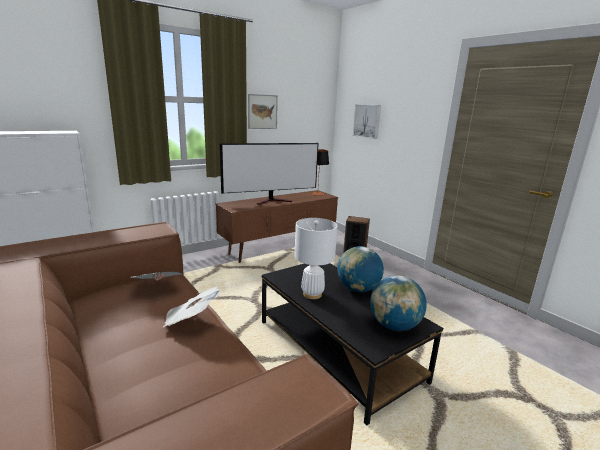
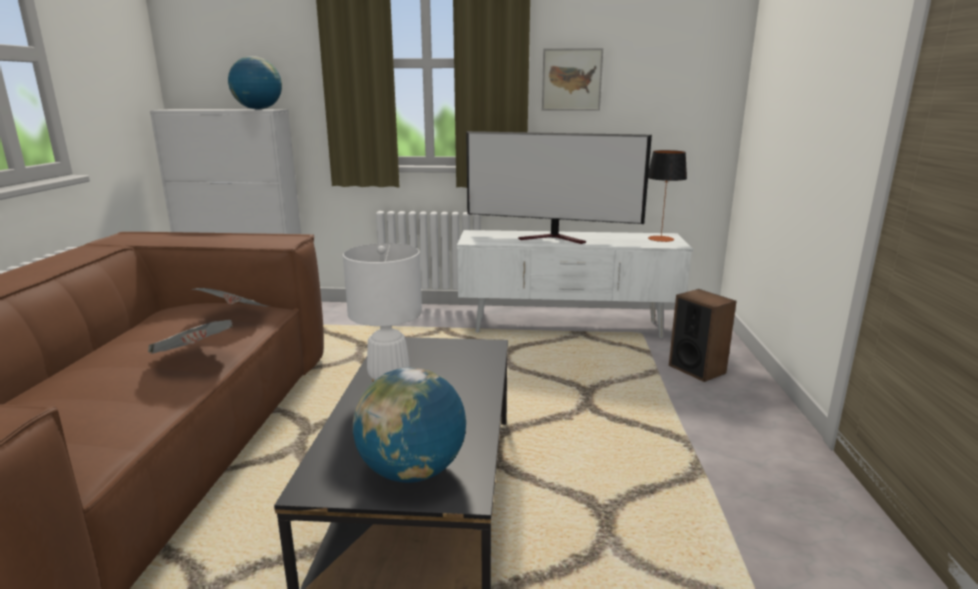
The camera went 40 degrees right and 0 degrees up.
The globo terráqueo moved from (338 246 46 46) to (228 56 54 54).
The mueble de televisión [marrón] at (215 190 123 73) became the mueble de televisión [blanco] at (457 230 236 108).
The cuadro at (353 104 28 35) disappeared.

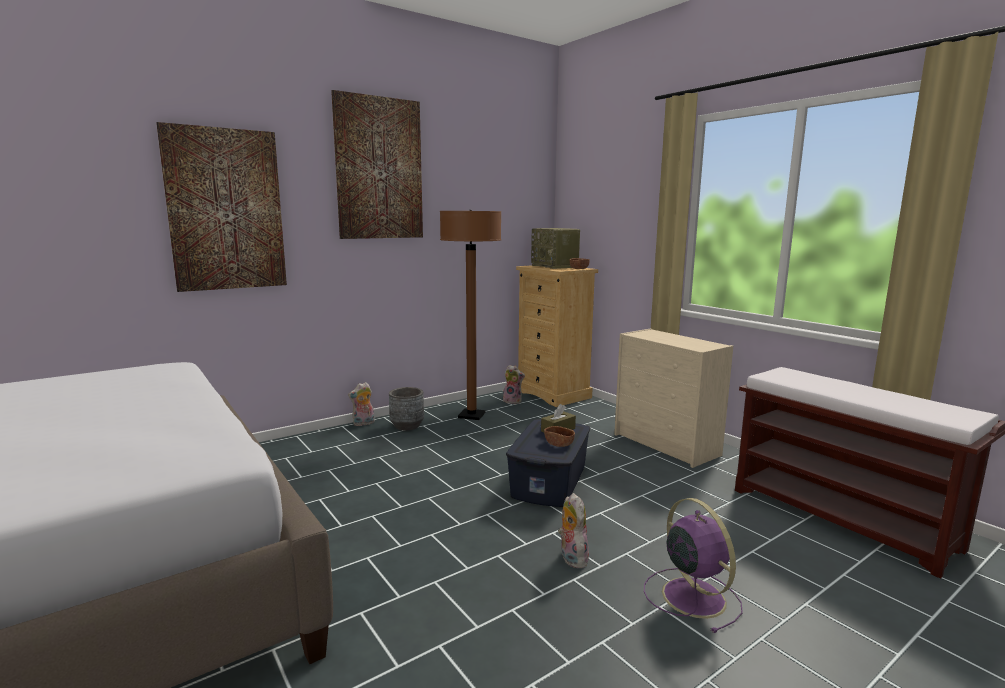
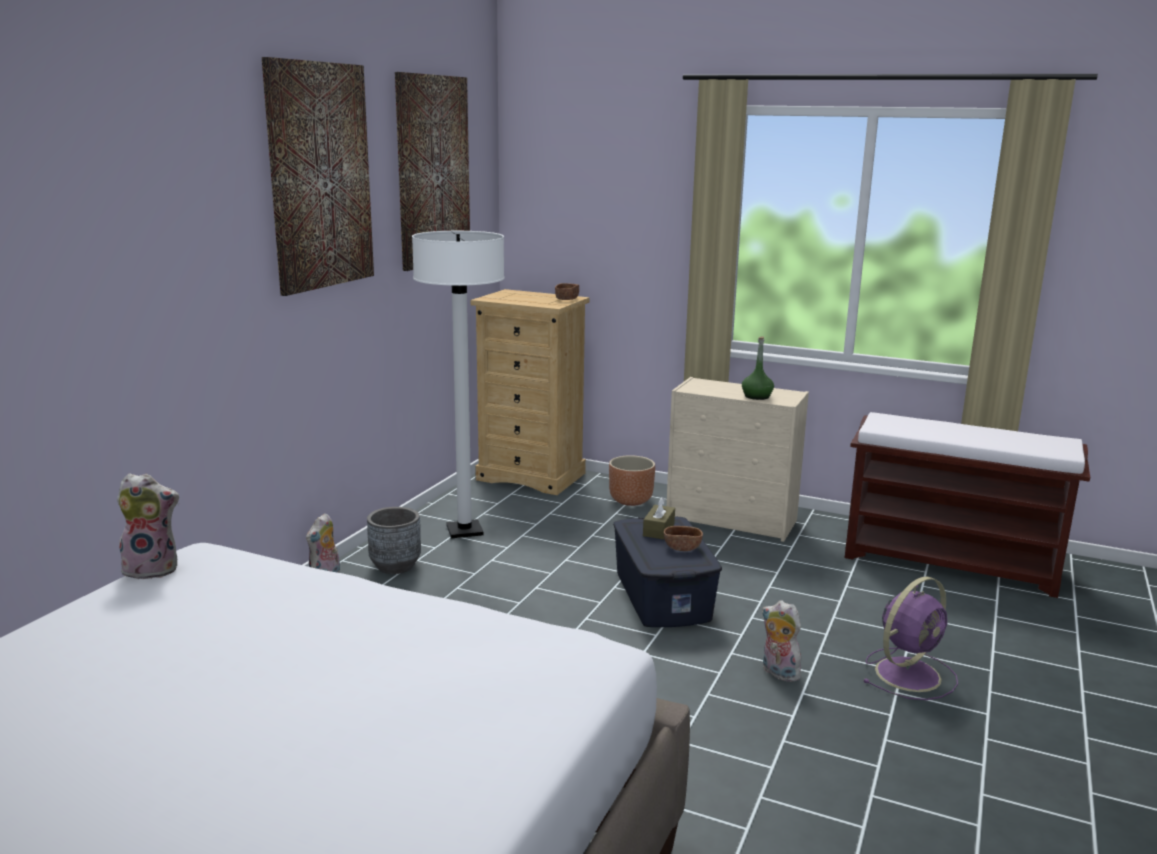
The camera went 30 degrees left and 5 degrees up.
The peluche moved from (503 365 22 39) to (117 473 62 107).
The cuadro moved from (156 122 131 170) to (395 72 75 199).
The lámpara de pie [marrón] at (440 210 61 210) became the lámpara de pie [blanco] at (412 231 93 307).
The maceta [marrón] at (609 455 46 51) appeared.
The botella [verde] at (742 336 32 64) appeared.
The ventilador [morado] at (644 498 99 135) turned 105 degrees clockwise.
The radio at (531 228 49 41) disappeared.

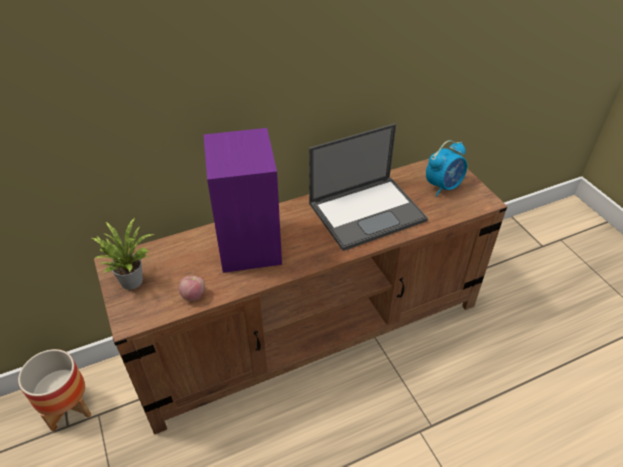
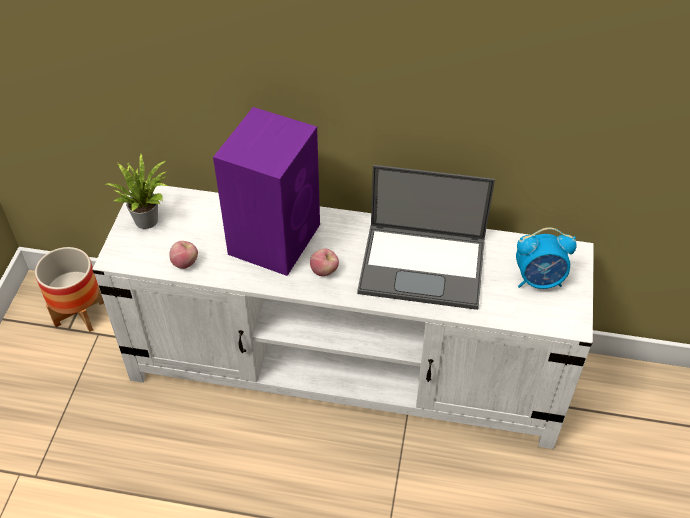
The camera went 35 degrees right and 5 degrees up.
The mueble de televisión [marrón] at (94 159 414 276) became the mueble de televisión [blanco] at (92 181 502 268).
The manzana at (310 248 29 28) appeared.

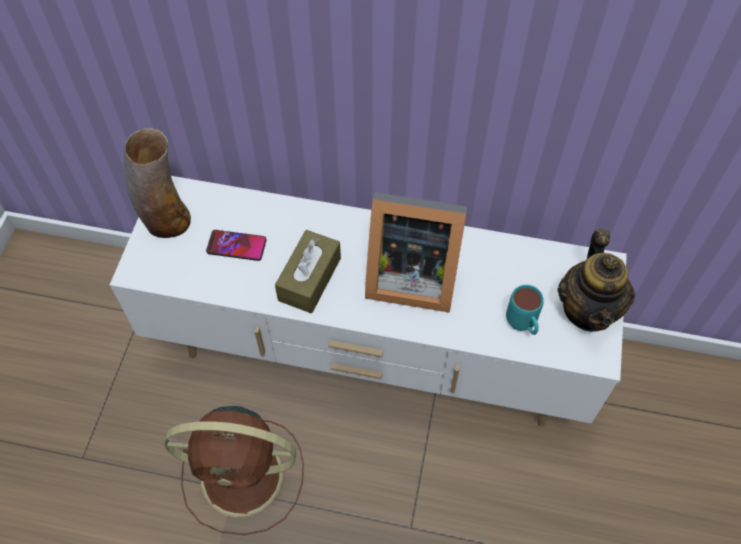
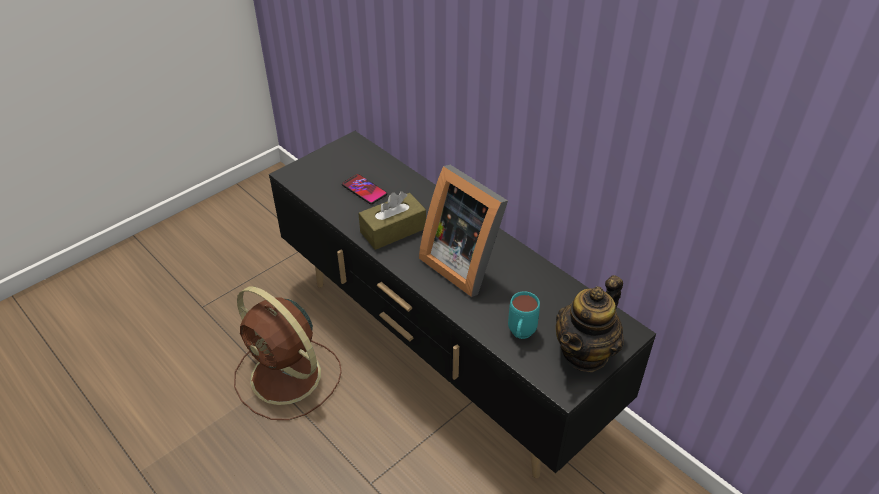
The camera went 35 degrees right and 15 degrees down.
The mueble de televisión [blanco] at (110 176 517 250) became the mueble de televisión [negro] at (269 131 387 347).
The florero at (124 128 67 110) disappeared.

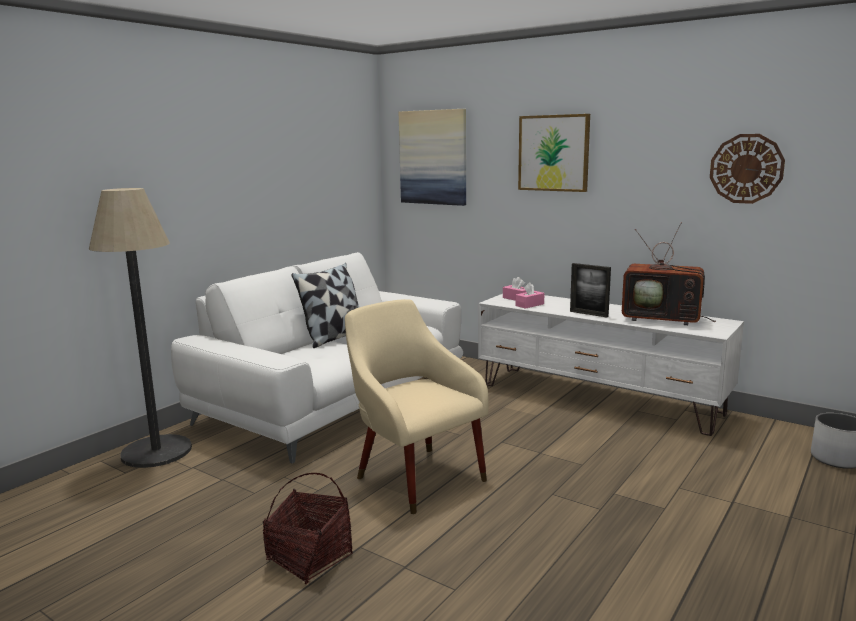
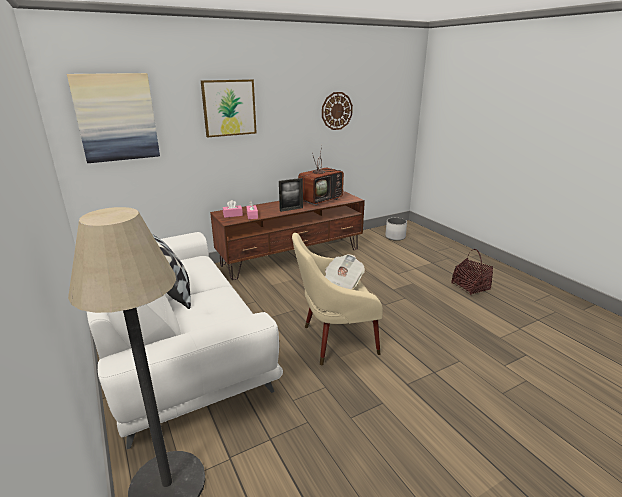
The camera went 65 degrees left and 10 degrees up.
The mueble de televisión [blanco] at (478 294 266 142) became the mueble de televisión [marrón] at (210 191 155 89).
The periódico at (325 254 40 35) appeared.
The cesta moved from (263 473 90 111) to (451 249 42 46).

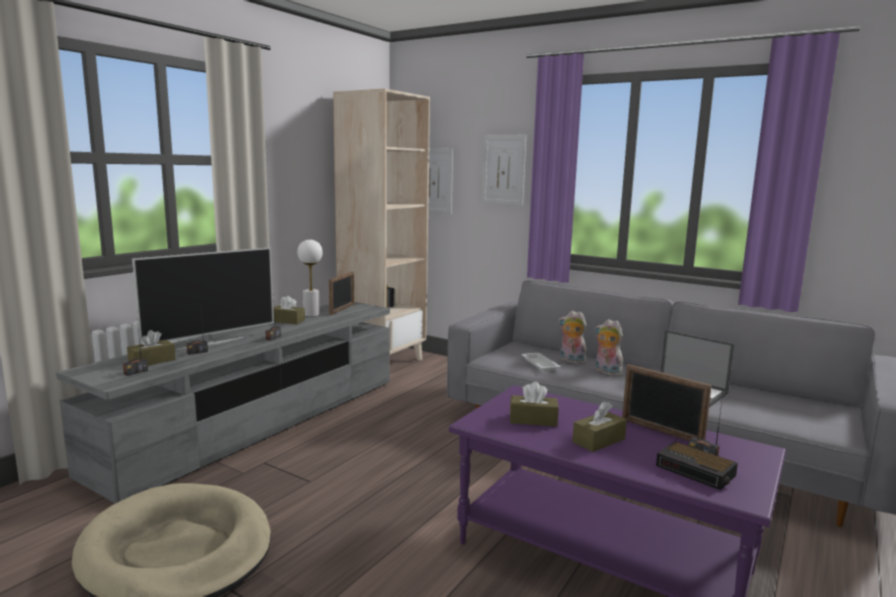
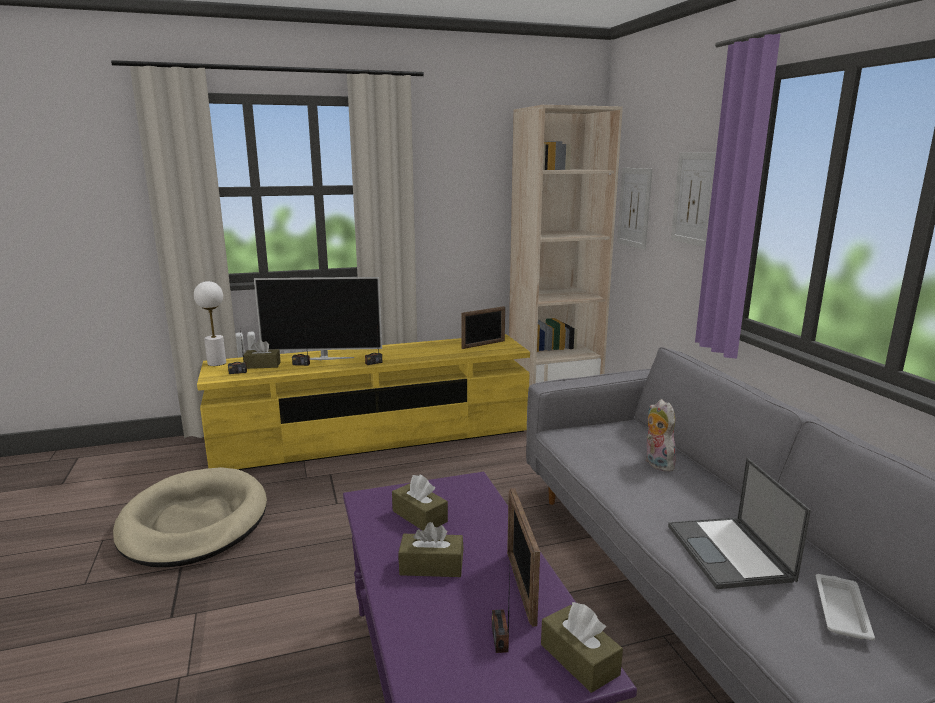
The camera went 40 degrees right and 5 degrees up.
The lámpara de mesa [blanco] moved from (297 239 26 78) to (194 281 32 85).
The mueble de televisión [gris] at (56 302 334 201) became the mueble de televisión [amarillo] at (197 334 333 136).
The caja de pañuelos [marrón] moved from (273 296 32 28) to (541 602 82 91).
The bandeja [blanco] moved from (522 353 39 18) to (816 574 59 66).
The peluche at (595 319 28 57) disappeared.
The despertador at (656 441 82 49) disappeared.

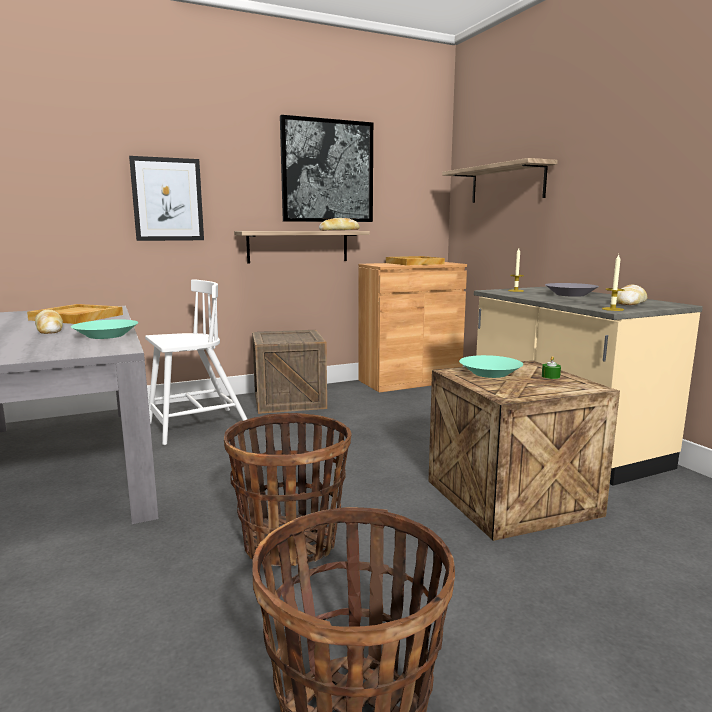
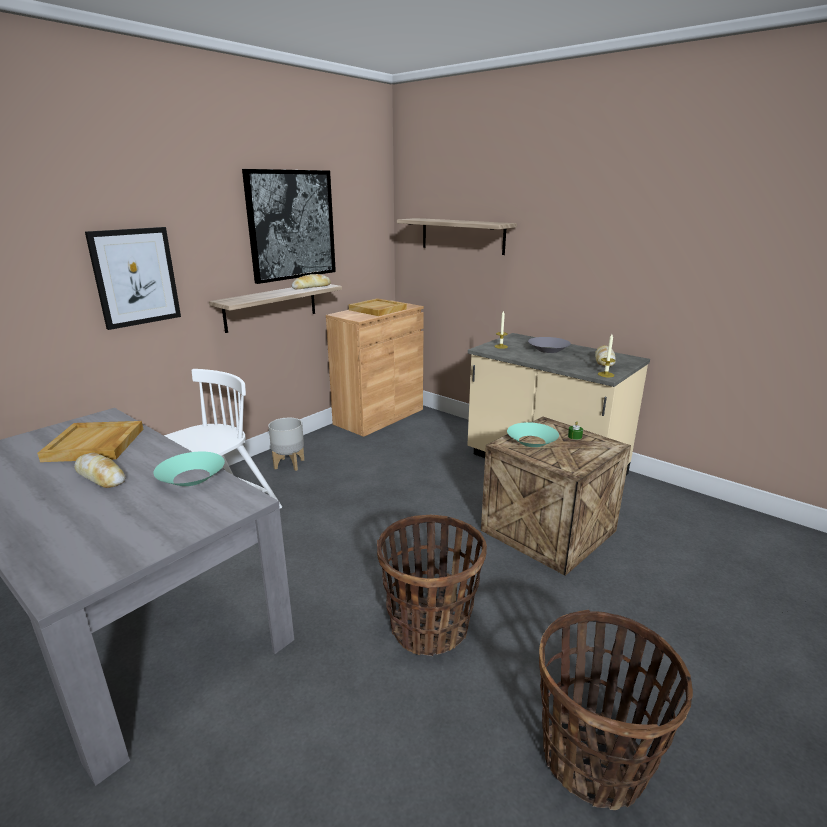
The camera went 25 degrees left and 10 degrees up.
The caja de embalaje at (252 330 75 84) was replaced by the maceta [gris] at (268 418 36 53).

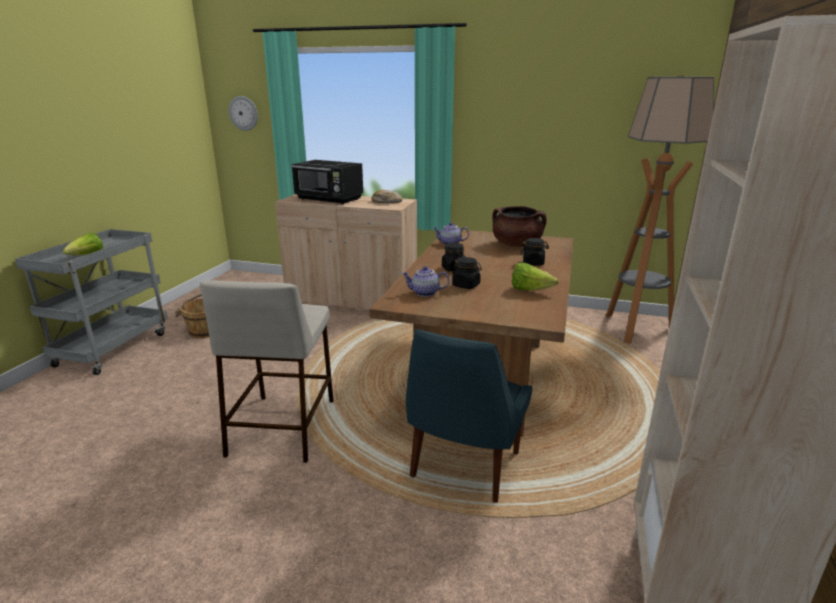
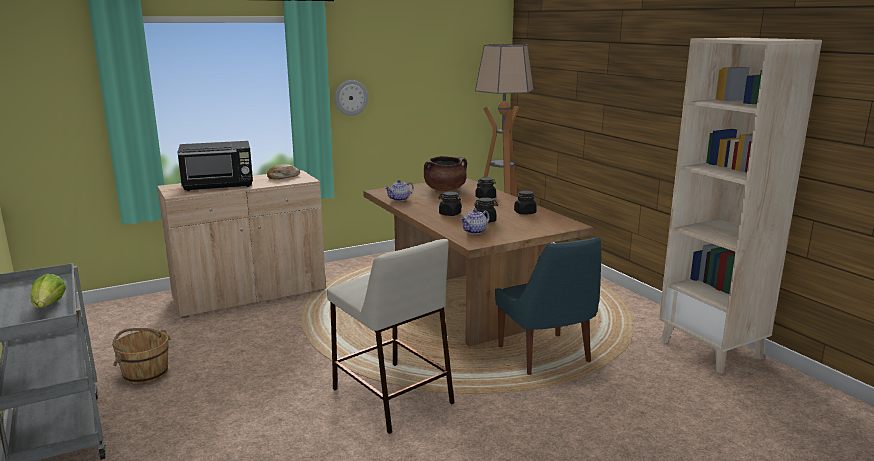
The camera went 45 degrees left and 5 degrees down.
The reloj de pared moved from (229 96 29 35) to (335 80 33 36).
The lechuga at (512 263 47 28) was replaced by the tarro [negro] at (514 190 23 25).

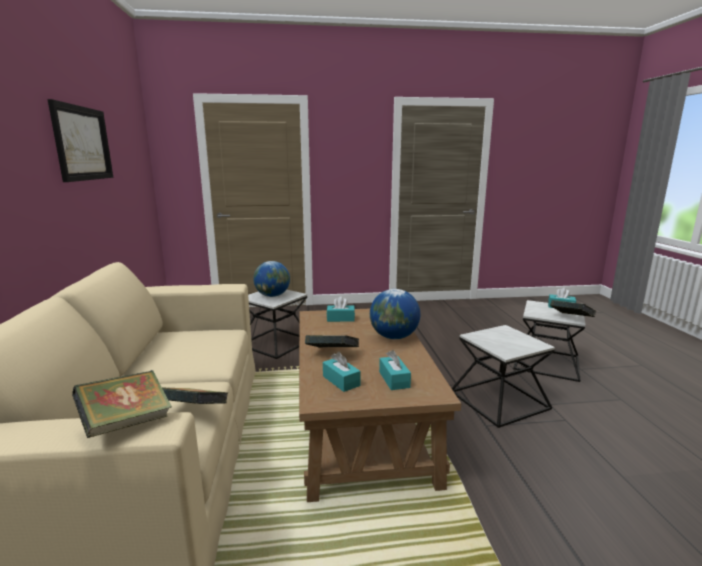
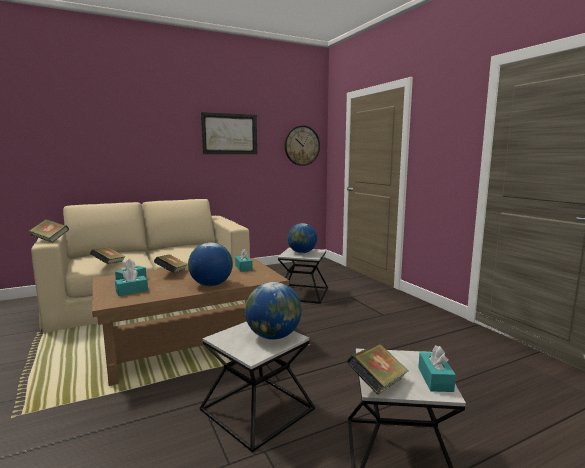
The camera went 70 degrees right and 5 degrees down.
The globo terráqueo at (245 282 57 58) appeared.
The reloj de pared at (284 126 36 40) appeared.

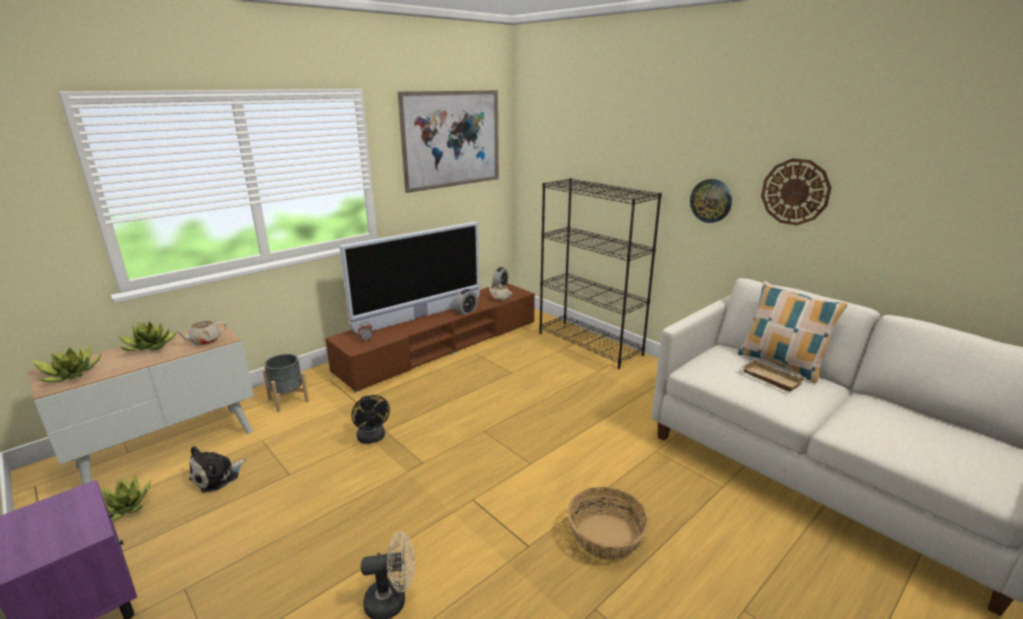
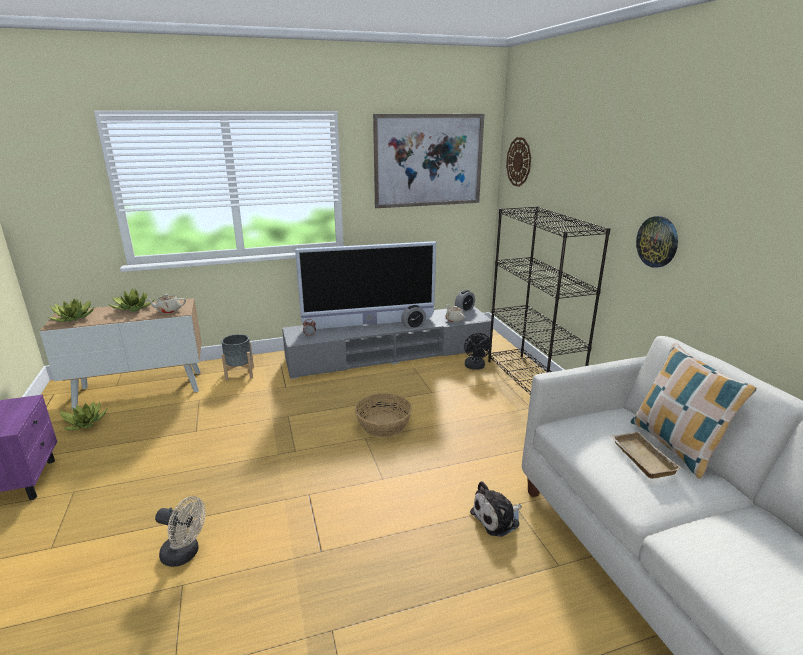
The camera went 25 degrees right and 0 degrees up.
The mueble de televisión [marrón] at (325 284 210 109) became the mueble de televisión [gris] at (282 306 209 73).
The cesta moved from (567 487 83 74) to (355 394 57 43).
The ventilador [negro] moved from (351 395 39 49) to (464 333 28 37).
The peluche moved from (189 446 57 47) to (470 481 52 56).
The reloj de pared moved from (761 158 70 68) to (506 137 25 50).

